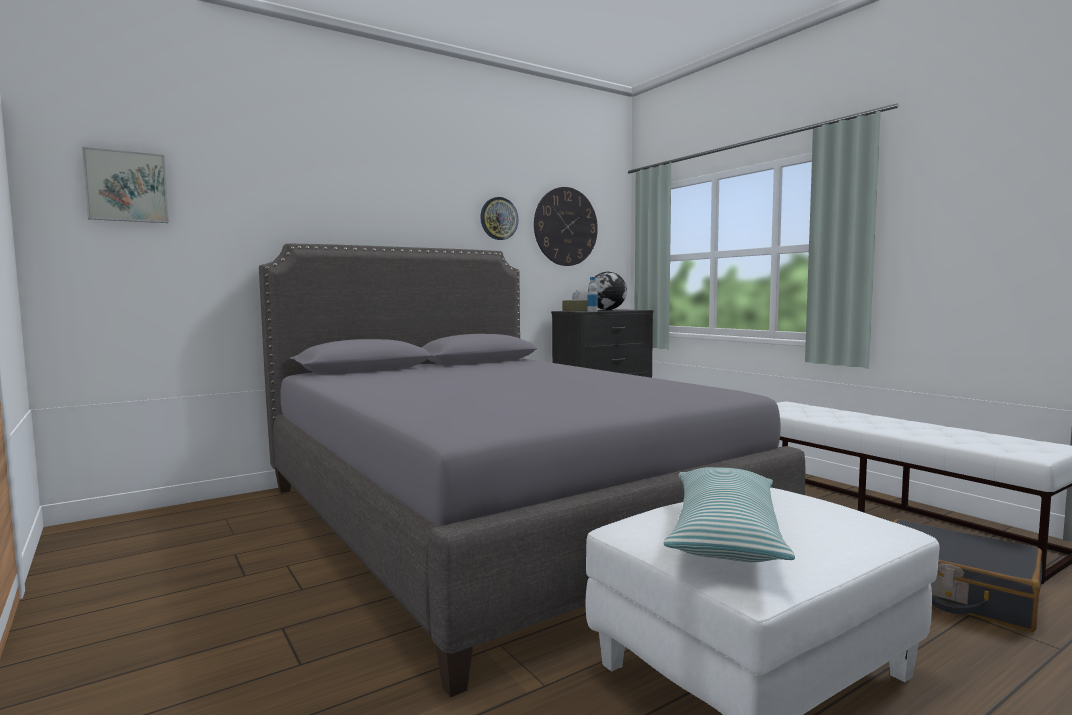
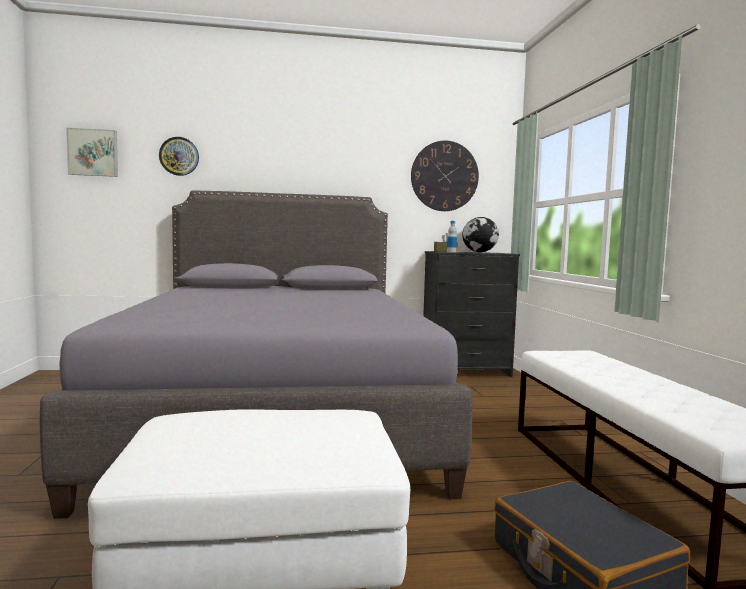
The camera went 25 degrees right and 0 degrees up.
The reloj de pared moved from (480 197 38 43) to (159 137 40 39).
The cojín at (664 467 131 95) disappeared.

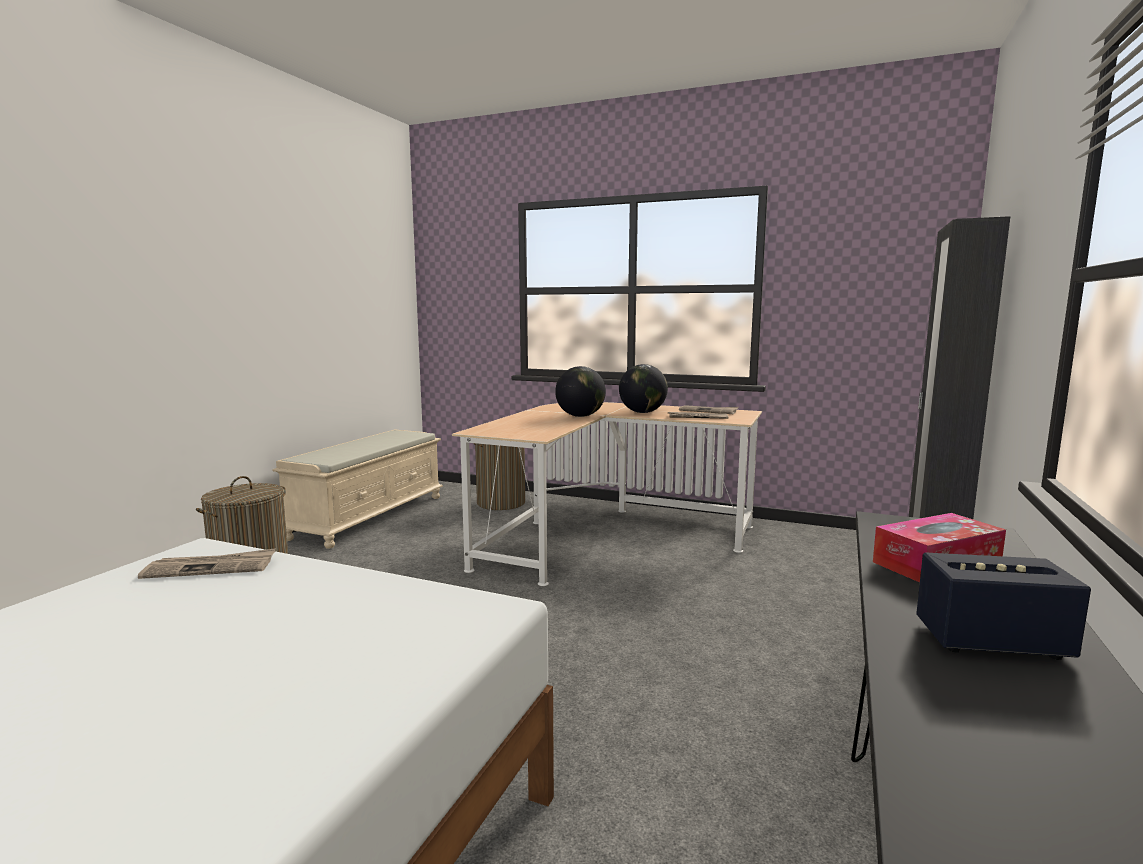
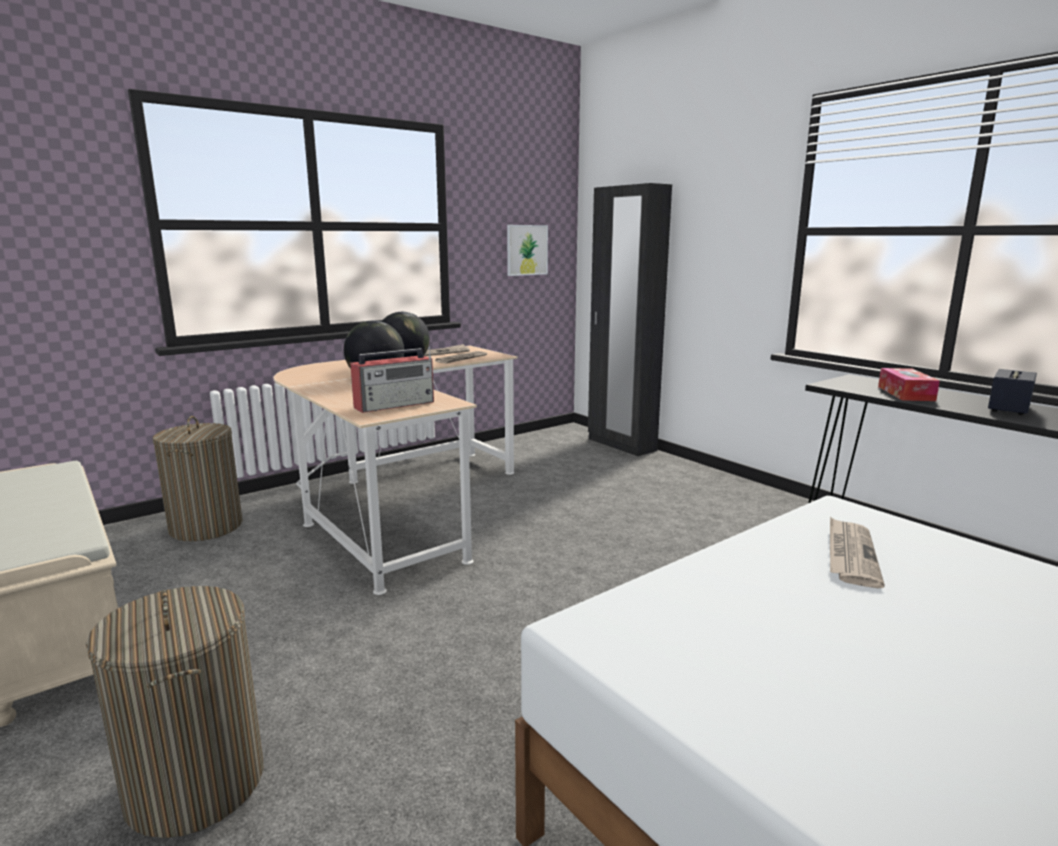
The camera went 60 degrees left and 5 degrees up.
The radio at (350 347 84 66) appeared.
The cuadro at (507 225 41 51) appeared.
The periódico moved from (138 548 138 31) to (830 517 55 71).

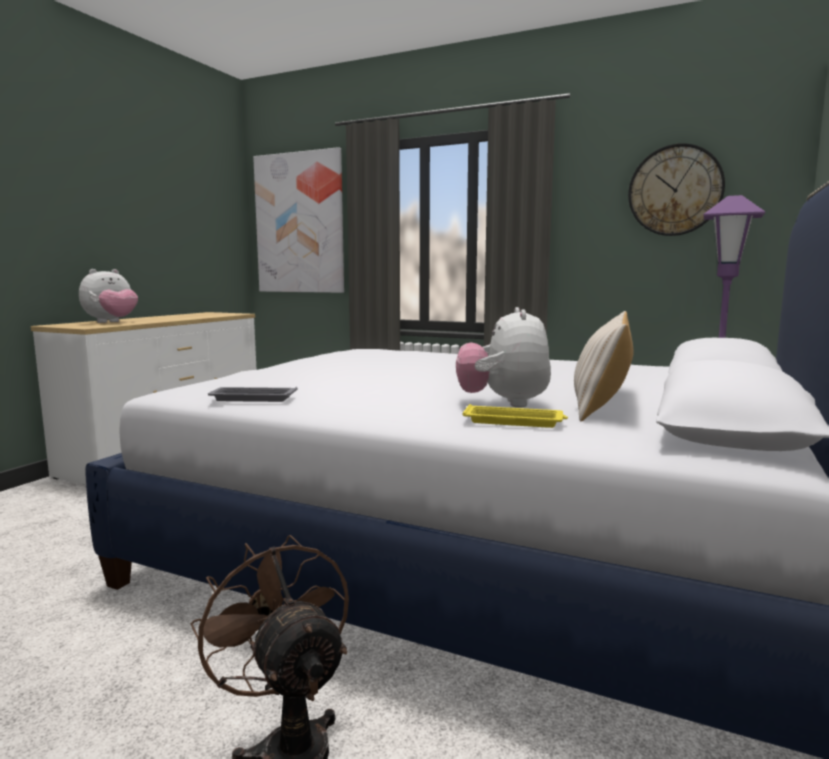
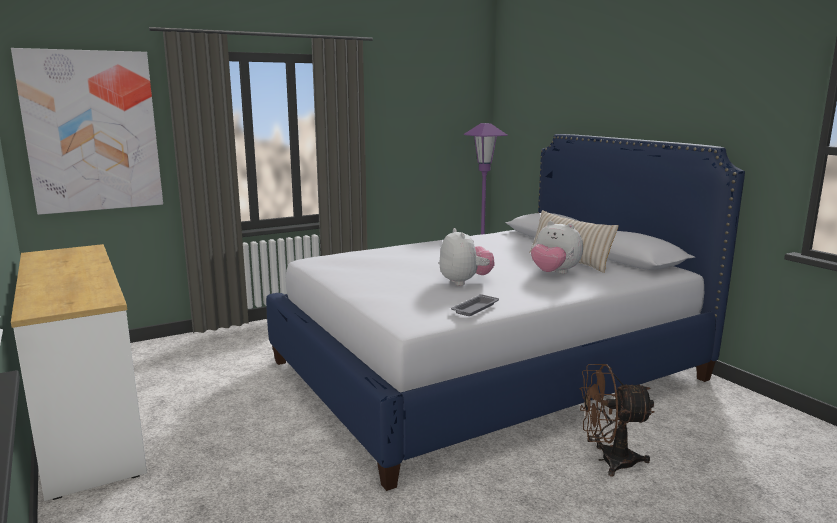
The camera went 55 degrees left and 5 degrees up.
The peluche moved from (79 269 59 54) to (439 228 55 58).
The bandeja [amarillo] at (462 404 106 24) disappeared.
The reloj de pared at (628 143 97 93) disappeared.

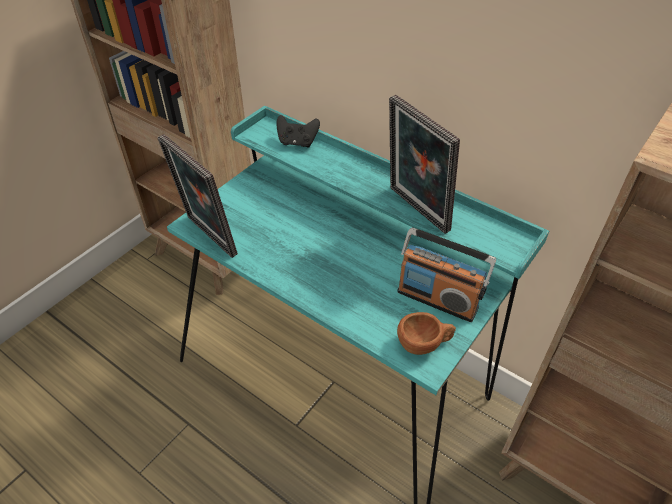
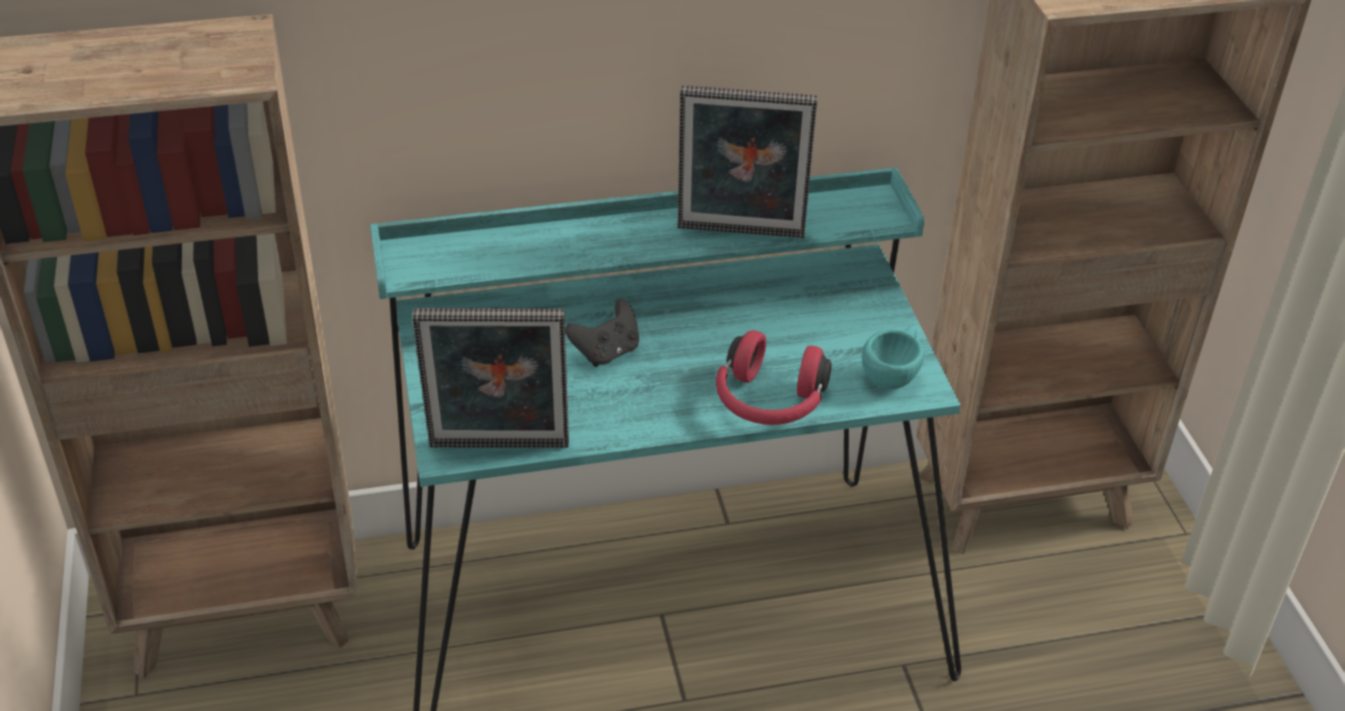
The camera went 50 degrees left and 5 degrees down.
The mando de consola [negro] moved from (276 115 44 33) to (565 299 74 68).
The auriculares [rojo] at (716 330 116 95) appeared.
The taza [marrón] at (397 312 59 43) became the taza [turquesa] at (862 326 63 63).
The radio at (397 227 99 95) disappeared.

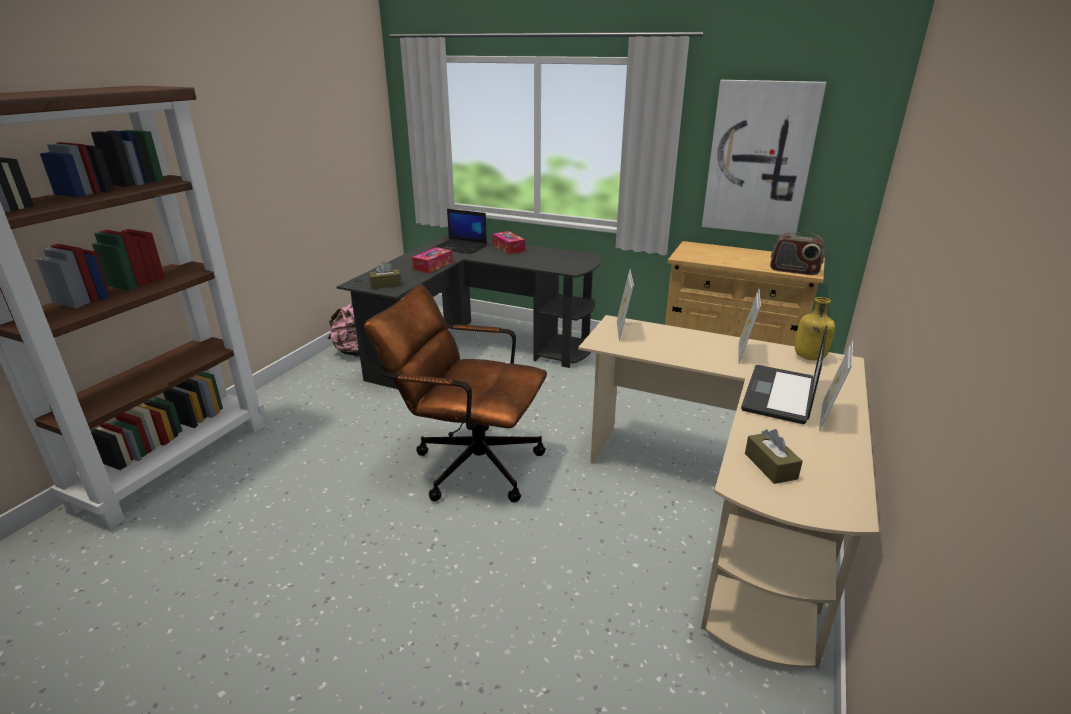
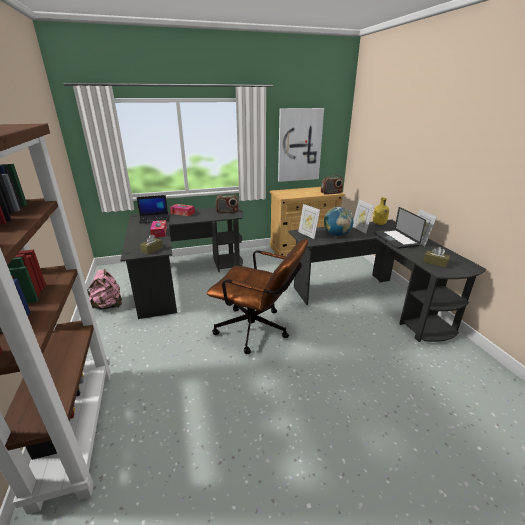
The camera went 40 degrees left and 0 degrees up.
The silla de oficina [marrón] at (364 284 183 219) turned 135 degrees counterclockwise.
The radio at (215 193 24 21) appeared.
The escritorio [beis] at (578 315 301 353) became the escritorio [negro] at (288 219 198 123).
The globo terráqueo at (324 207 30 29) appeared.

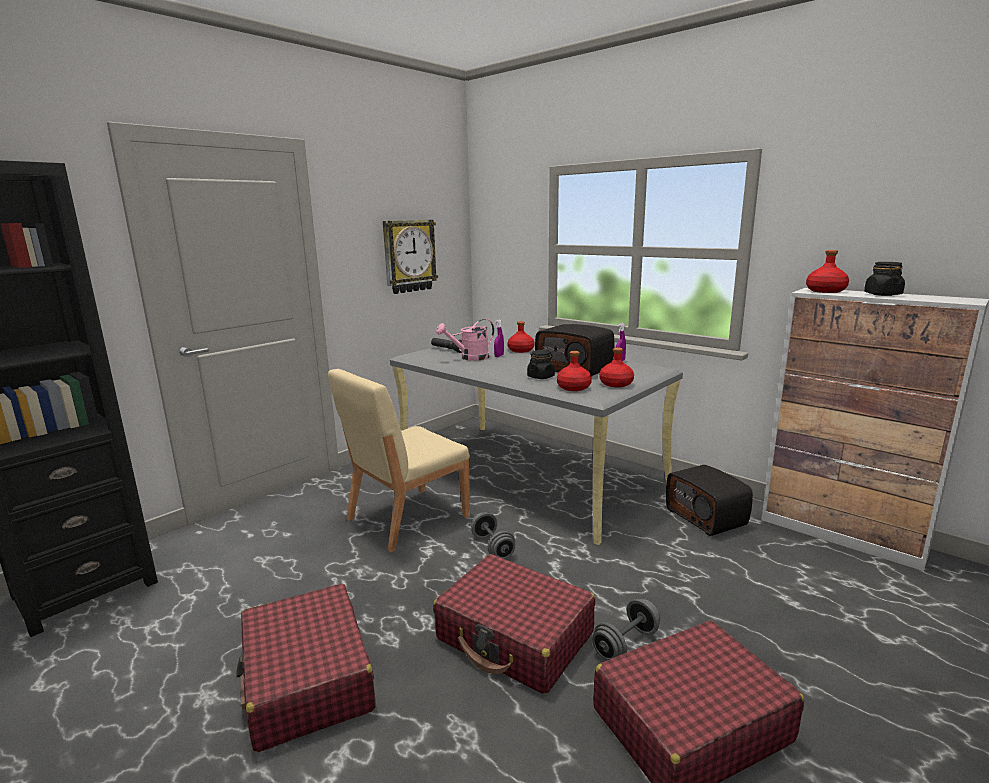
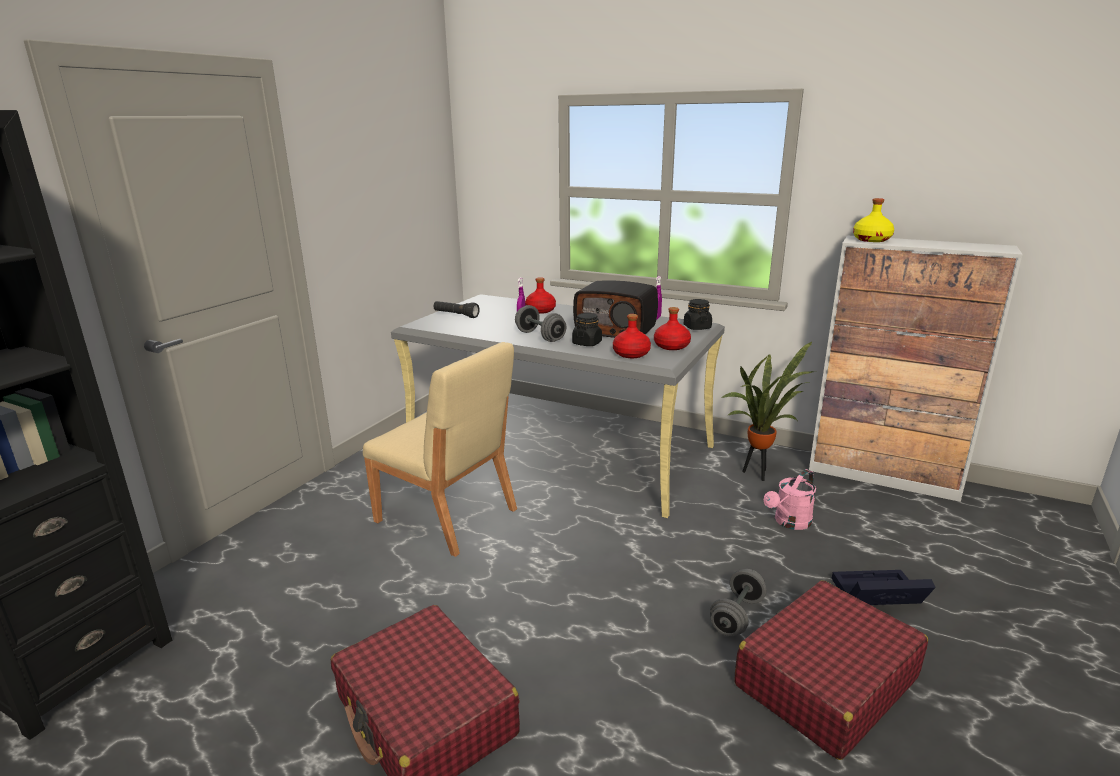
The camera went 15 degrees left and 5 degrees up.
The silla [beis] at (328 369 142 183) turned 90 degrees counterclockwise.
The mancuerna [gris] moved from (471 512 44 47) to (515 305 51 37).
The tarro [negro] moved from (864 262 41 34) to (684 299 28 31).
The radio at (666 465 87 71) was replaced by the planta en maceta at (721 342 94 139).
The regadera [rosa] moved from (436 319 58 42) to (764 469 52 61).
The caja de almacenaje [negro] at (832 570 104 35) appeared.
The botella [rojo] at (806 250 43 43) became the botella [amarillo] at (853 198 41 44).
The reloj de pared at (383 220 55 74) disappeared.
The maleta [rojo] at (433 554 162 140) disappeared.

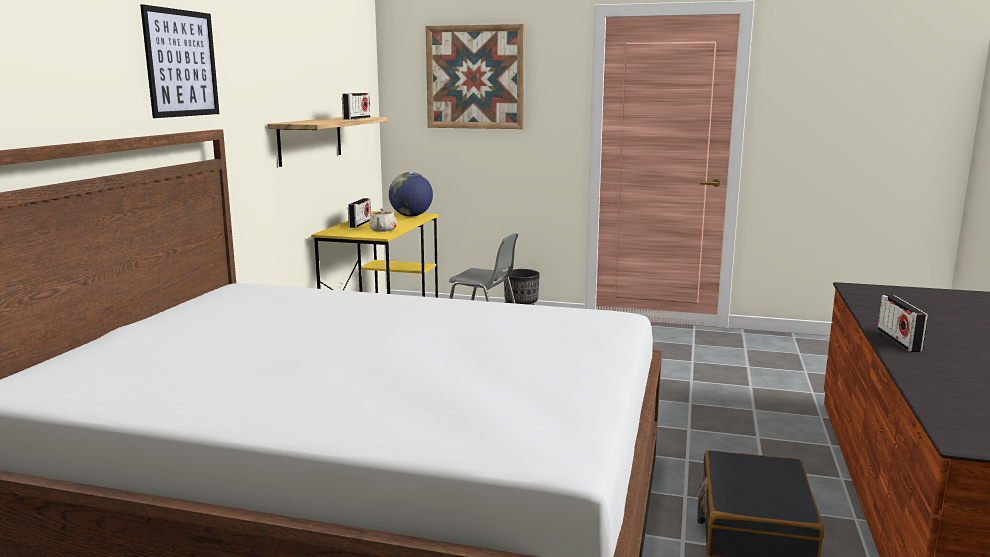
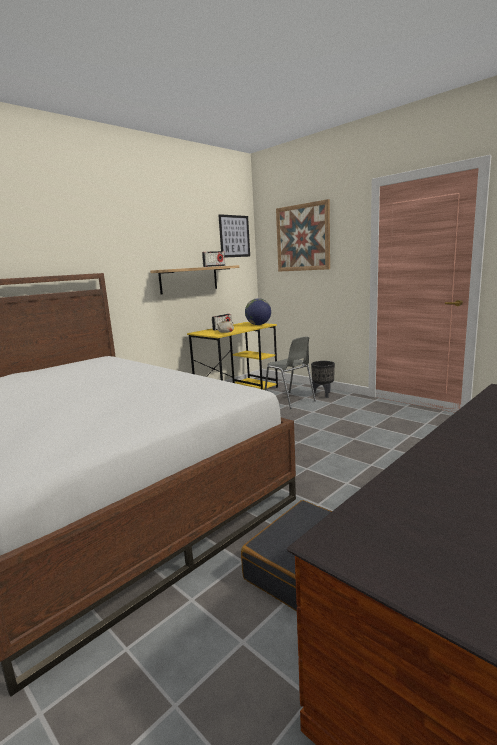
The camera went 30 degrees right and 0 degrees up.
The cuadro moved from (140 4 79 114) to (219 214 31 43).
The radio at (877 295 51 57) disappeared.

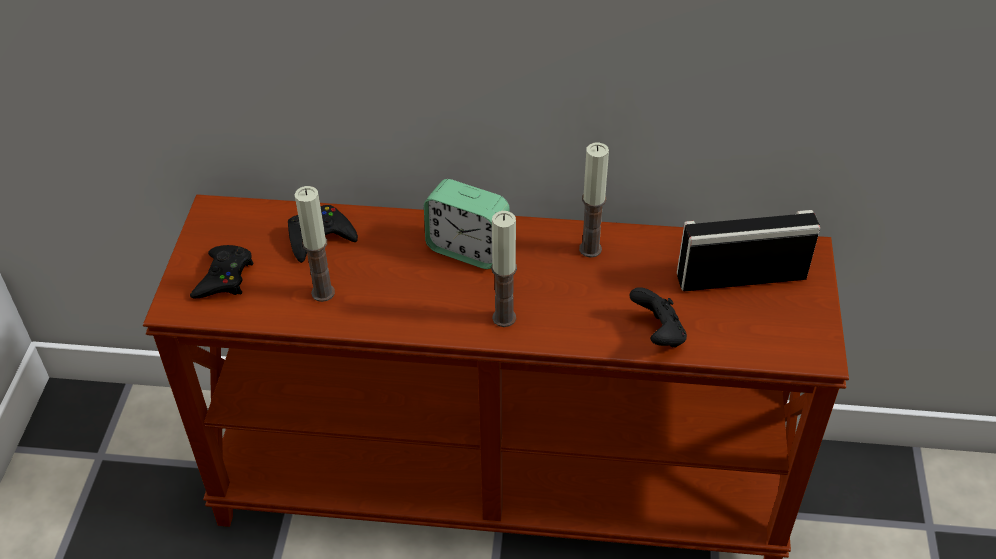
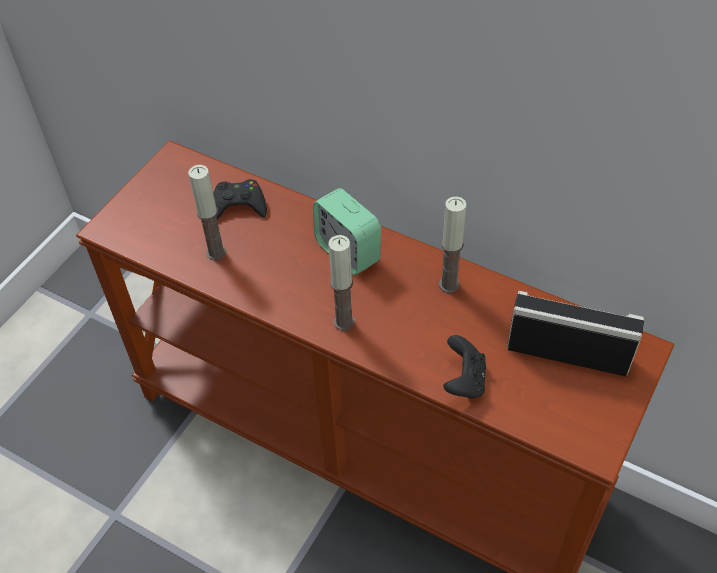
The camera went 25 degrees right and 5 degrees up.
The mando de consola [negro] at (190 245 64 54) disappeared.

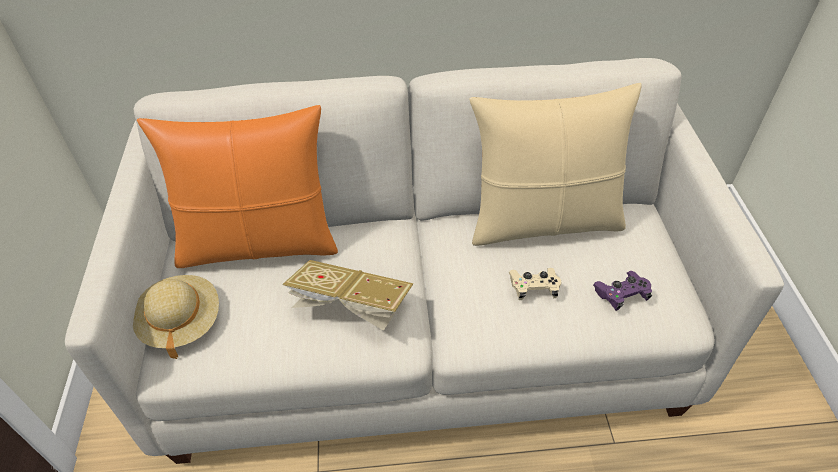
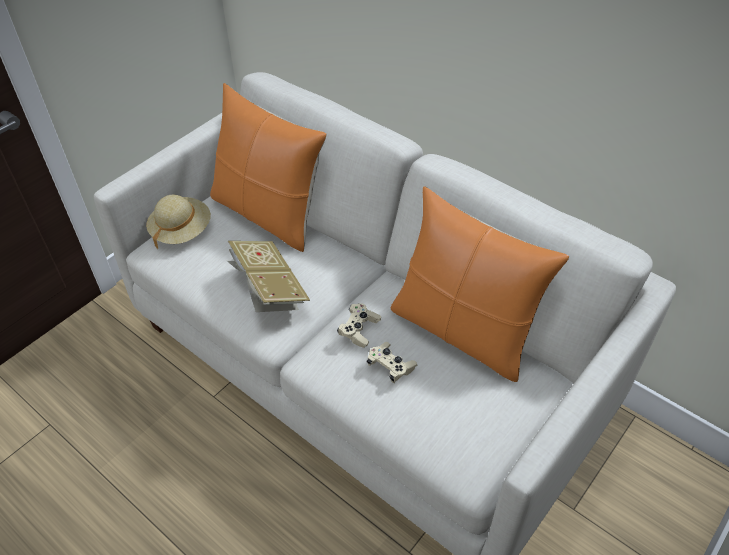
The camera went 45 degrees right and 0 degrees up.
The mando de consola [beis] at (337 303 44 45) appeared.
The cojín [beis] at (469 83 173 163) became the cojín [naranja] at (390 186 179 196).
The mando de consola [morado] at (593 271 59 40) disappeared.

